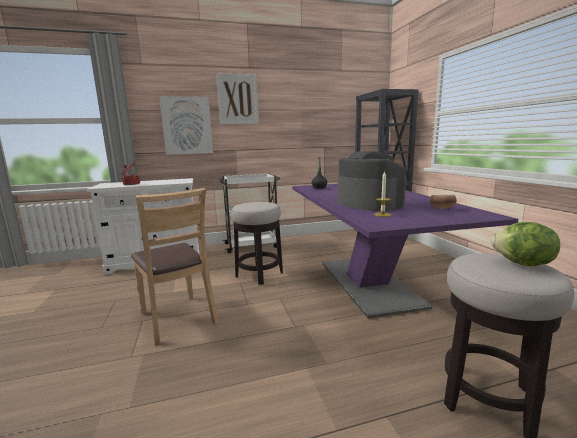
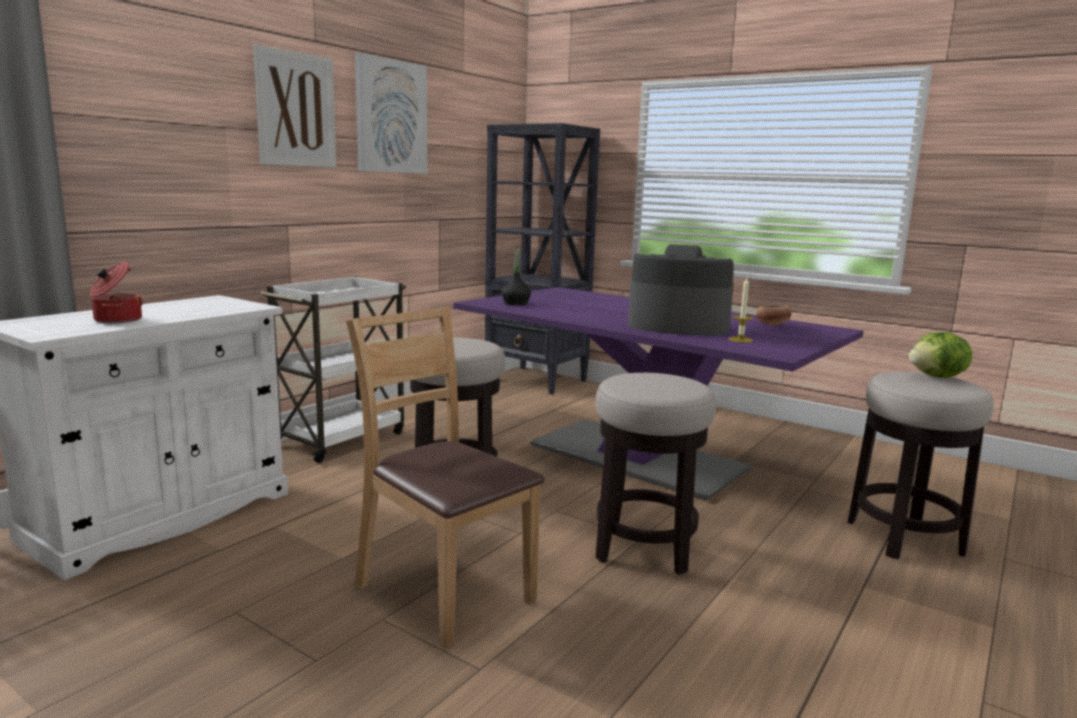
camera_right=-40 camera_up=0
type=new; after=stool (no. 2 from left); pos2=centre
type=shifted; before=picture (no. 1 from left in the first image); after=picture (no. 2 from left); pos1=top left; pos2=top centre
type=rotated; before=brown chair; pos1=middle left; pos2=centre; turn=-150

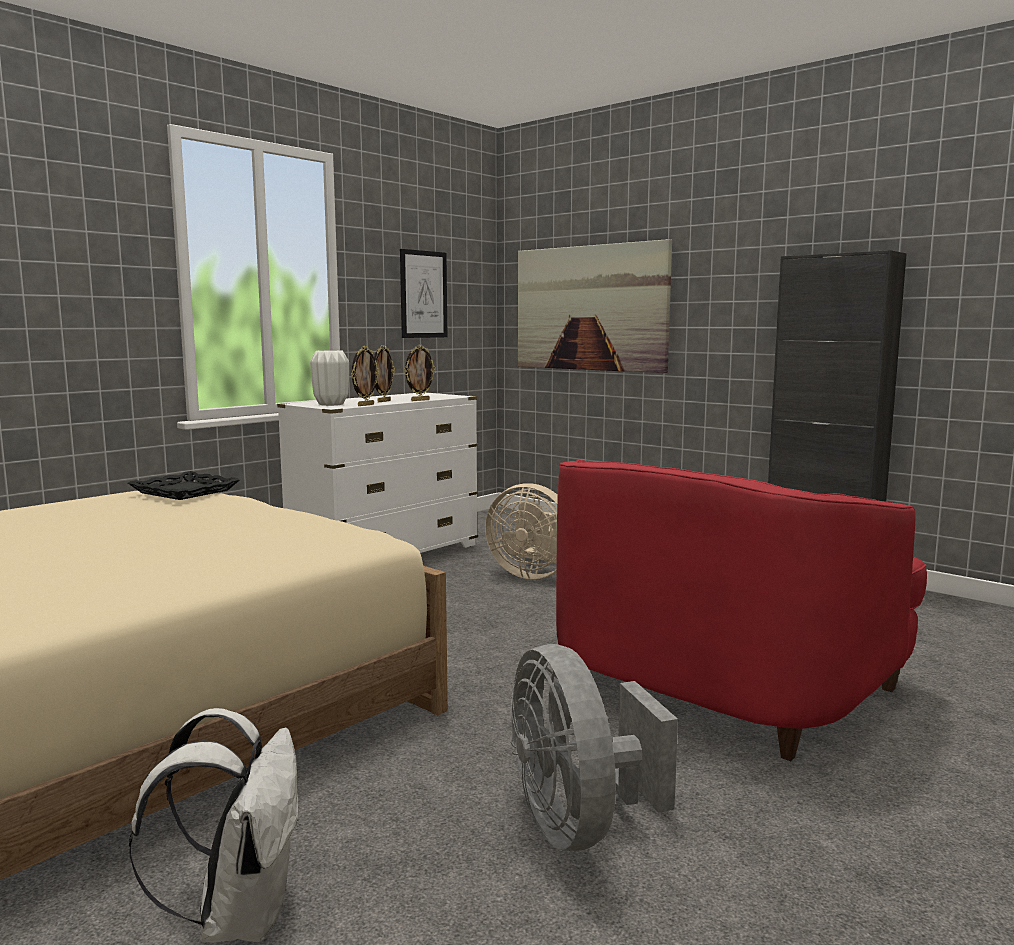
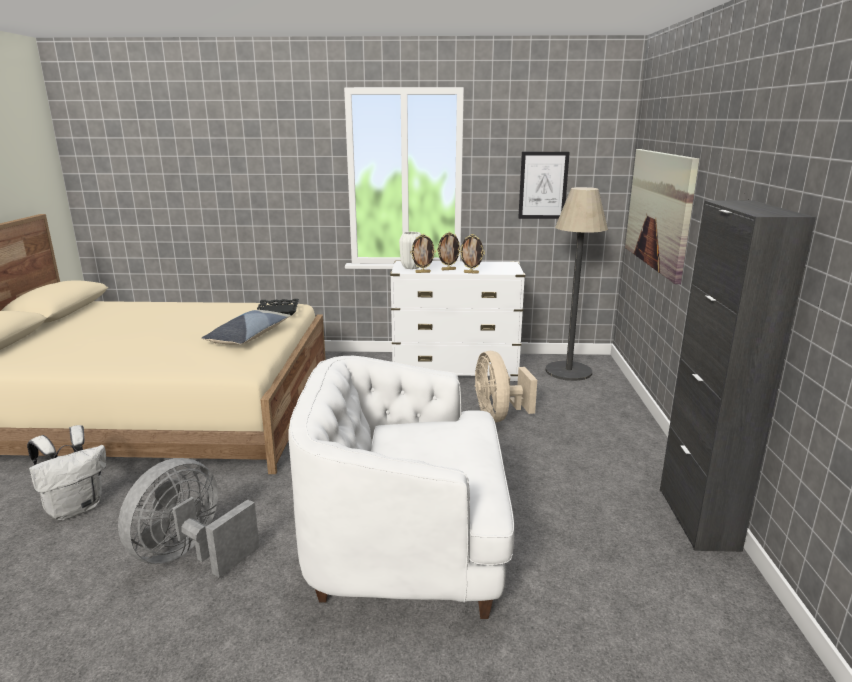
camera_right=50 camera_up=10
type=new; after=pillow; pos2=middle left
type=new; after=floor lamp; pos2=middle right
type=repainted; before=red armchair; after=white armchair; pos1=middle right; pos2=bottom centre

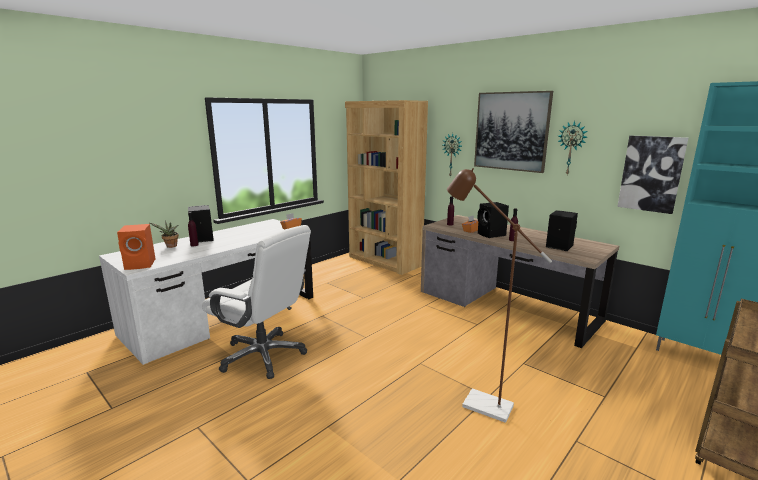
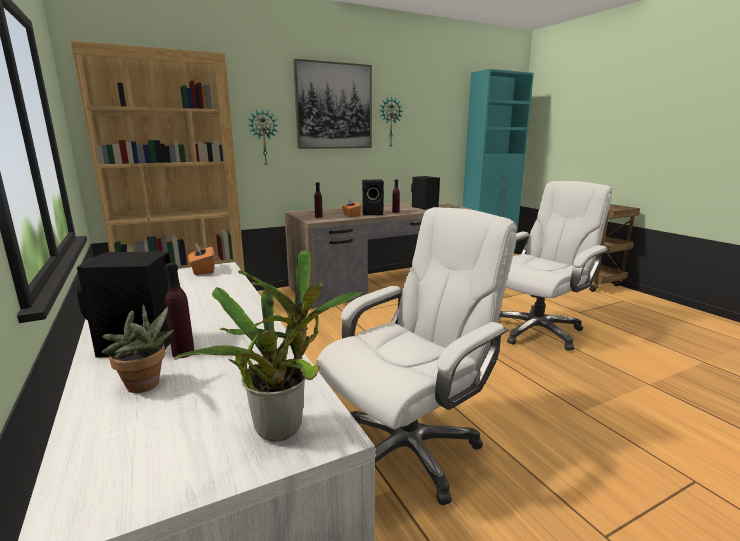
camera_right=-70 camera_up=0
type=gone; before=picture (no. 2 from left); pos1=middle right
type=swapped; before=orange speaker; after=potted plant (no. 2 from left); pos1=middle left; pos2=centre
type=swapped; before=brown floor lamp; after=white office chair (no. 2 from left); pos1=centre; pos2=middle right

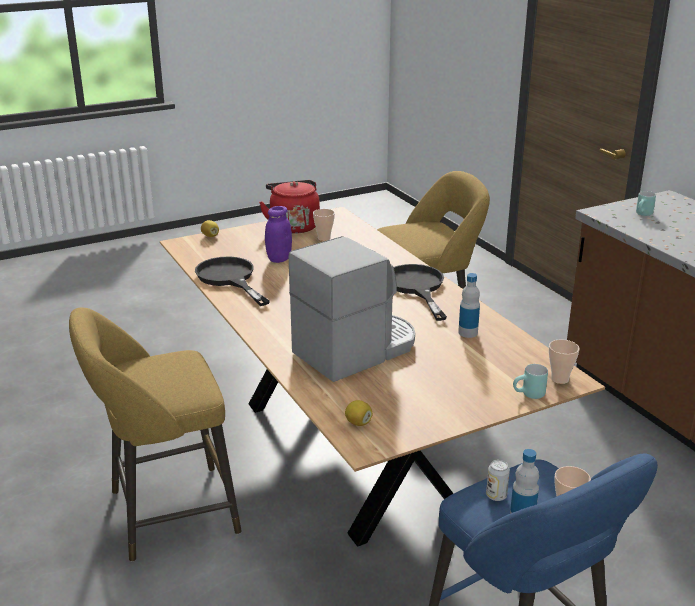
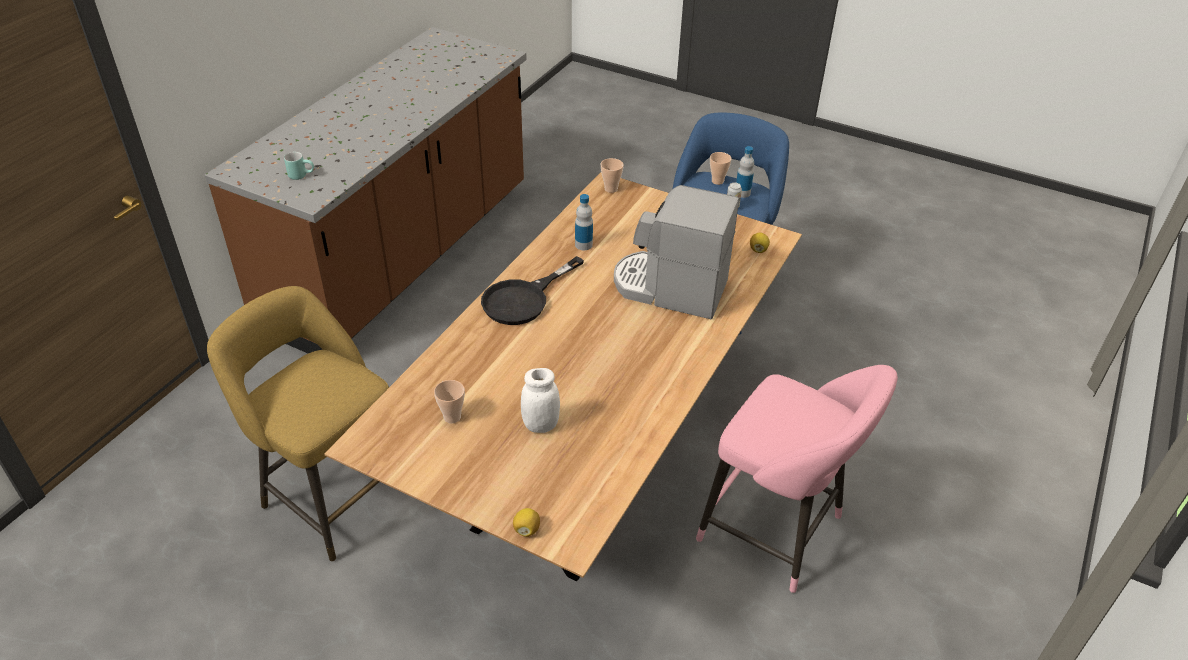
camera_right=-125 camera_up=15
type=gone; before=black frying pan (no. 1 from left); pos1=centre
type=gone; before=red kettle; pos1=centre
type=gone; before=turquoise mug (no. 1 from left); pos1=middle right
type=repainted; before=yellow stool (no. 1 from left); after=pink stool; pos1=bottom left; pos2=bottom right
type=repainted; before=purple jar; after=white jar; pos1=centre; pos2=centre

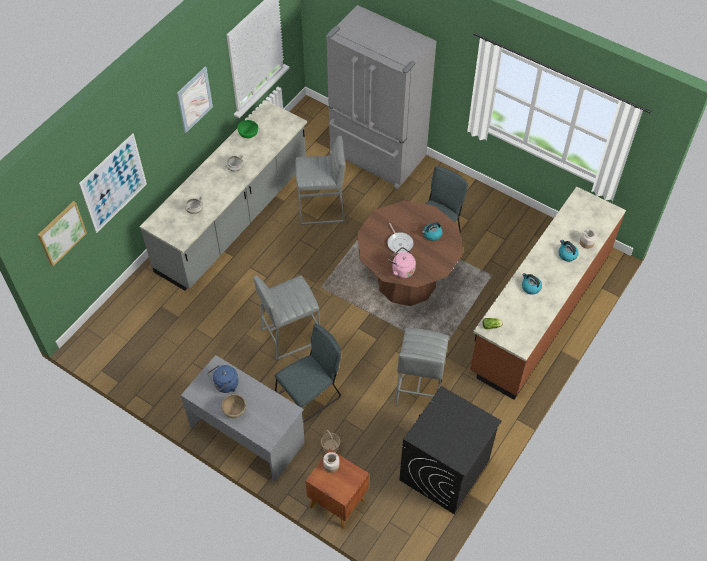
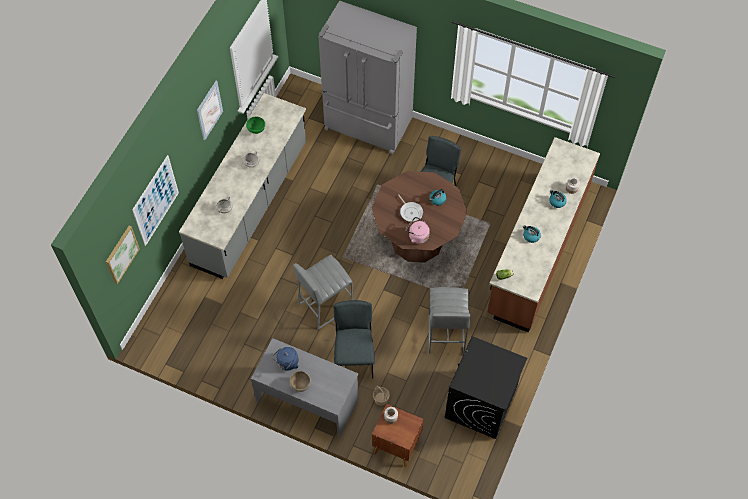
camera_right=-10 camera_up=5
type=gone; before=grey stool (no. 2 from left); pos1=top centre
type=rotated; before=grey chair (no. 1 from left); pos1=centre; pos2=bottom centre; turn=-45

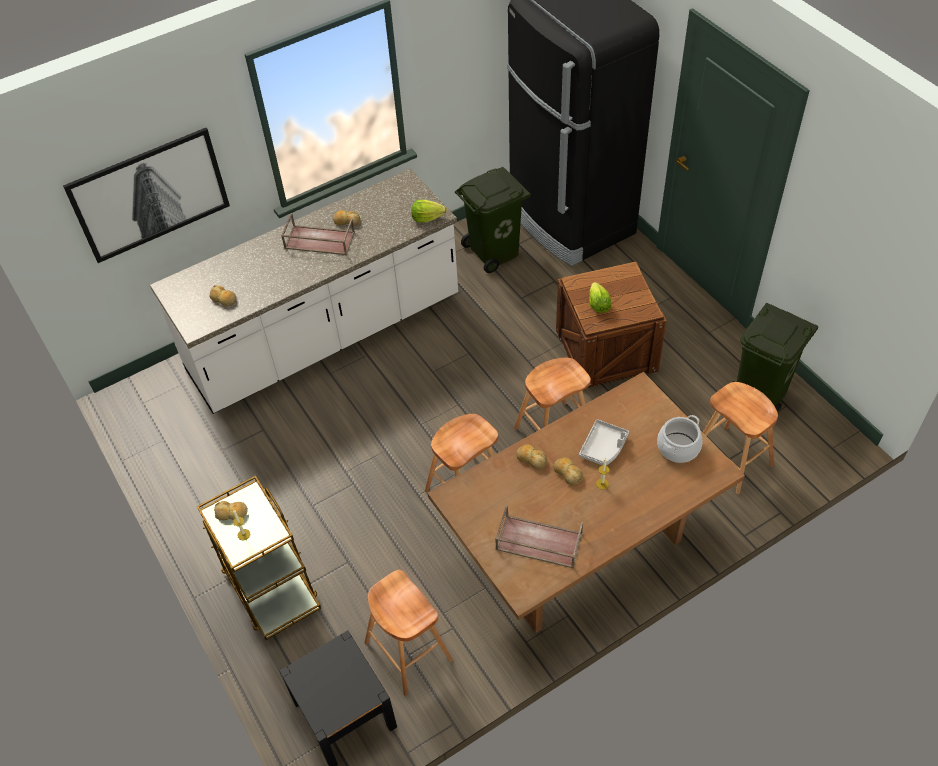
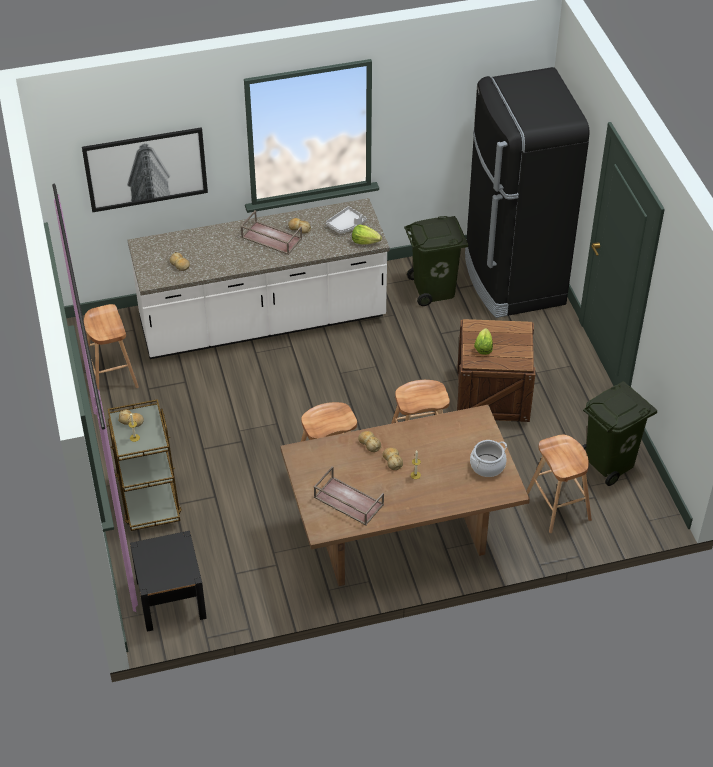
camera_right=15 camera_up=-5
type=shifted; before=brown stool (no. 1 from left); pos1=bottom centre; pos2=middle left
type=shifted; before=grey tray; pos1=centre; pos2=top centre

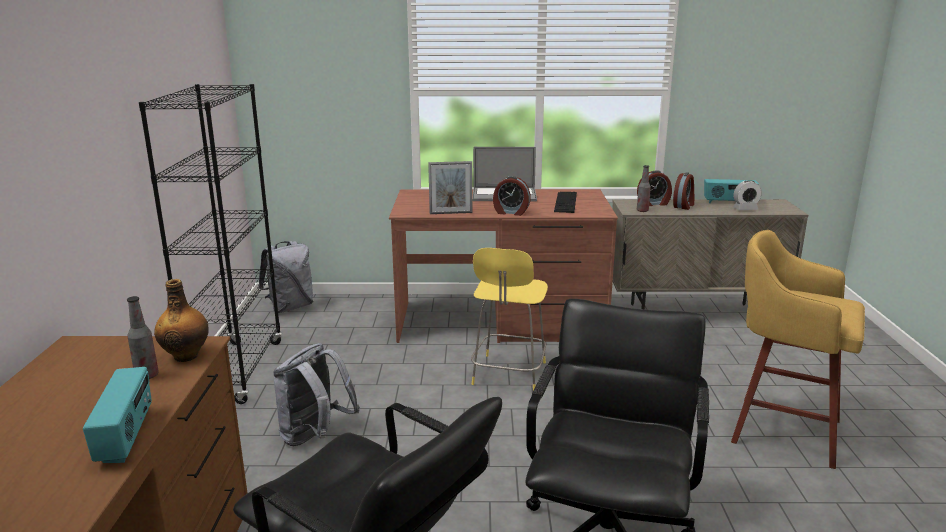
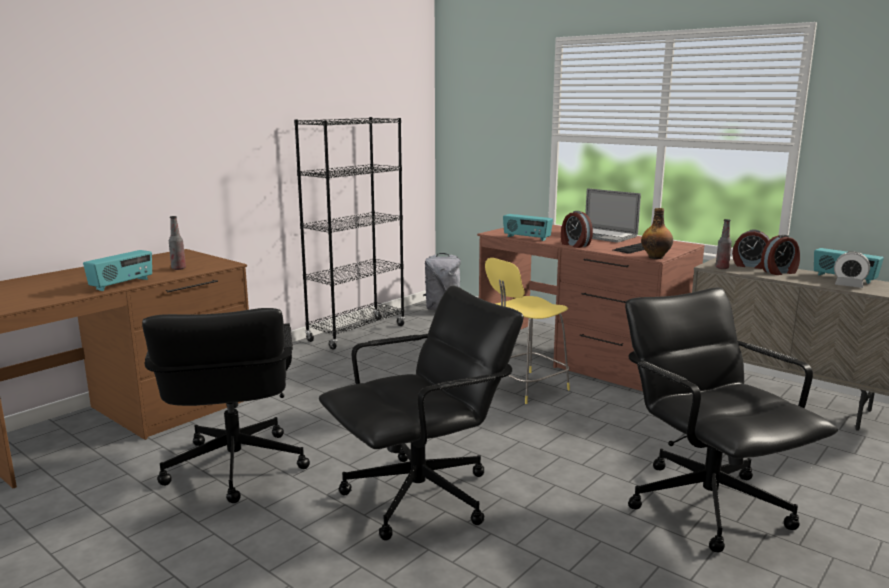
camera_right=40 camera_up=-5
type=gone; before=grey backpack (no. 2 from left); pos1=bottom centre
type=shifted; before=bottle (no. 2 from left); pos1=middle left; pos2=middle right
type=swapped; before=picture frame; after=radio (no. 2 from left); pos1=centre; pos2=centre
type=swapped; before=yellow stool (no. 2 from left); after=black office chair (no. 3 from left); pos1=middle right; pos2=bottom right

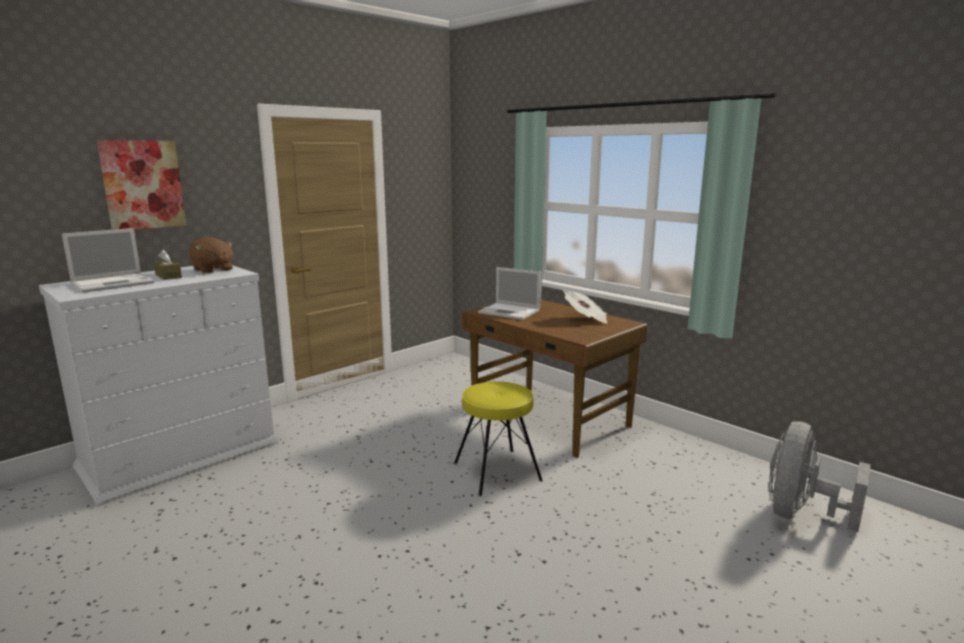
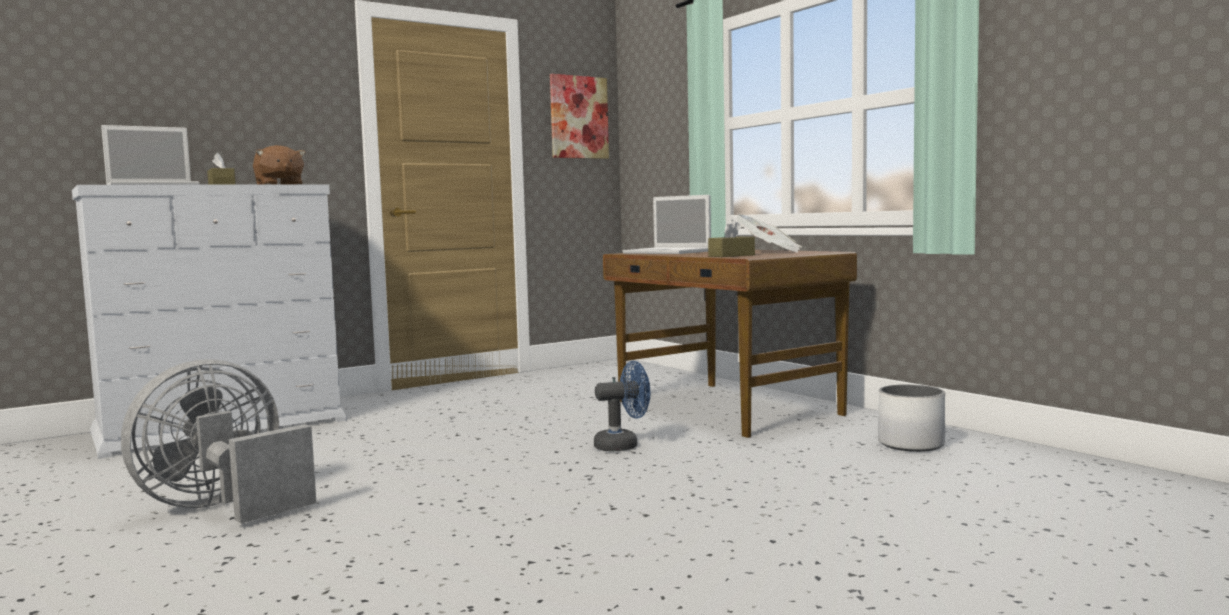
camera_right=10 camera_up=-10
type=new; after=brown tissue box (no. 2 from left); pos2=centre
type=new; after=white planter; pos2=bottom right
type=shifted; before=picture; pos1=top left; pos2=top centre
type=shifted; before=grey fan; pos1=bottom right; pos2=bottom left
type=swapped; before=yellow stool; after=blue fan; pos1=bottom centre; pos2=centre

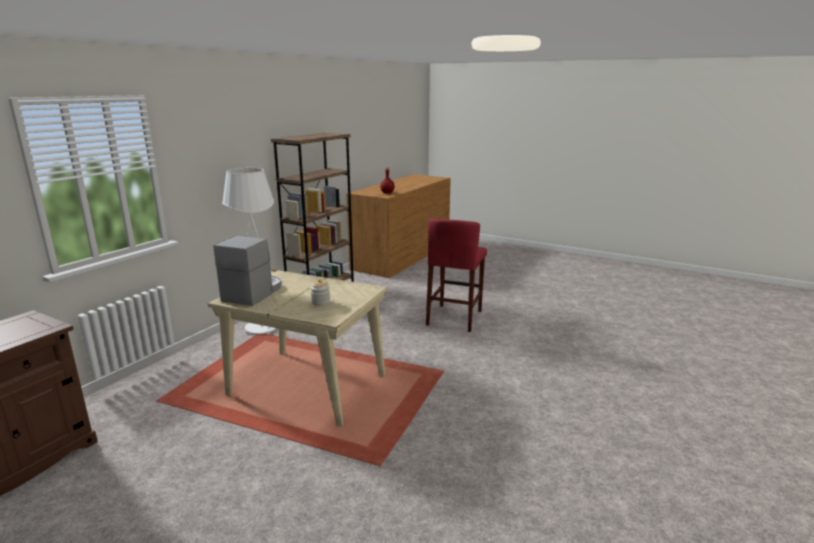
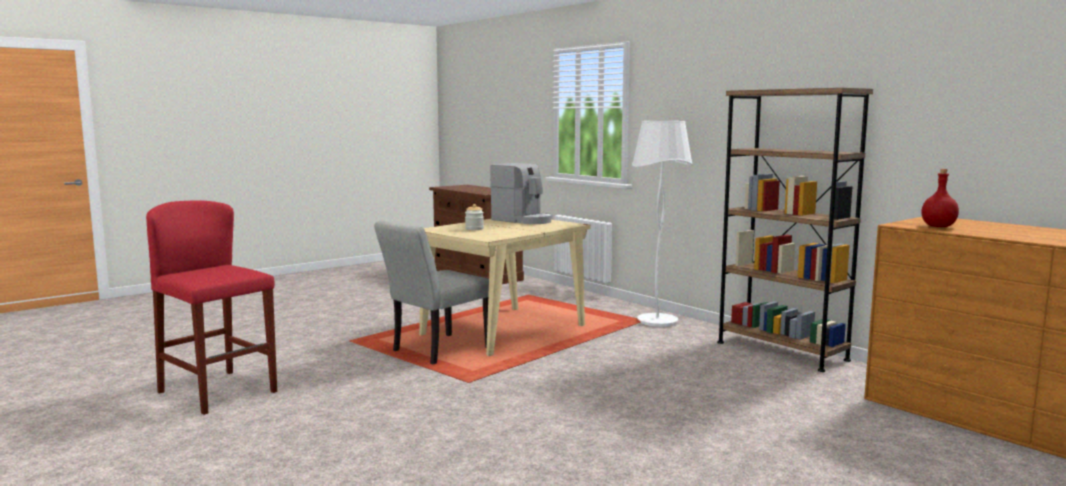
camera_right=110 camera_up=-10
type=new; after=grey chair; pos2=centre
type=shifted; before=red stool; pos1=centre; pos2=middle left

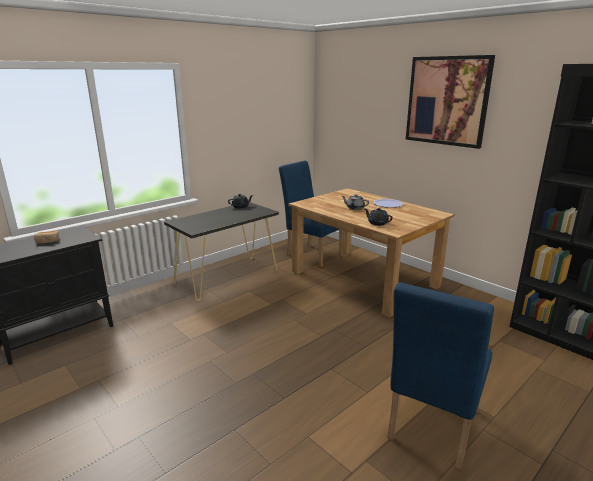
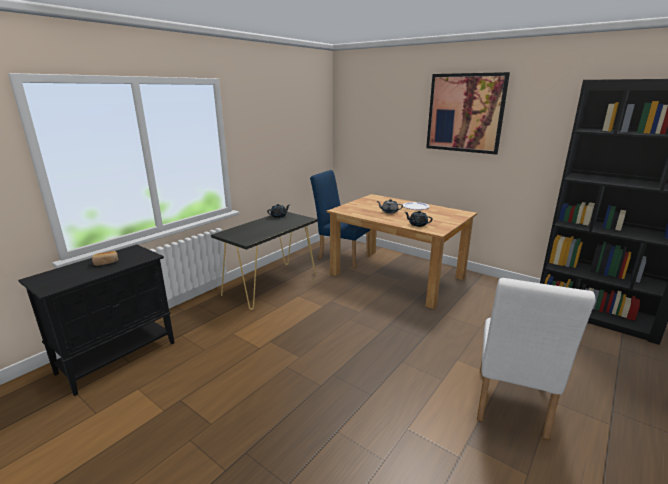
camera_right=-10 camera_up=0
type=repainted; before=blue chair (no. 2 from left); after=white chair; pos1=bottom right; pos2=bottom right

